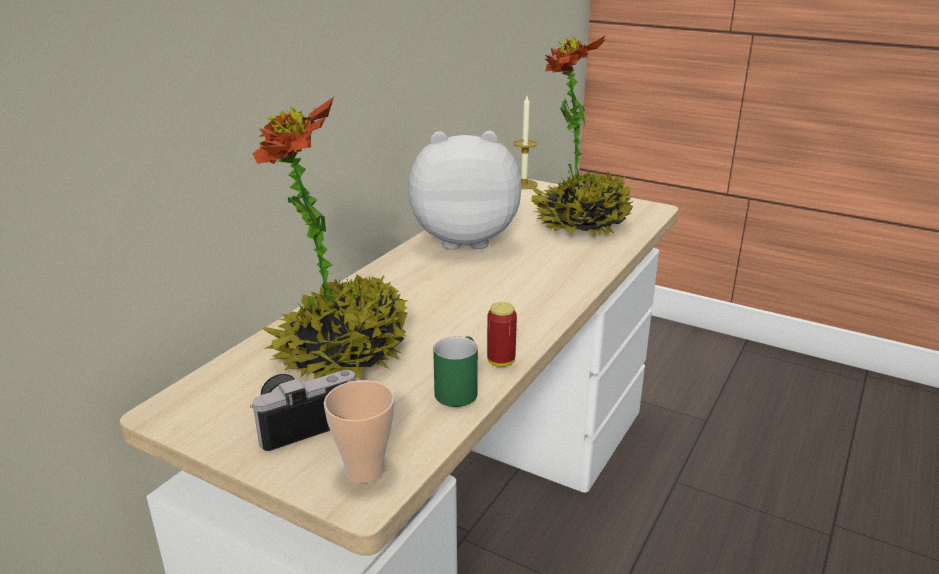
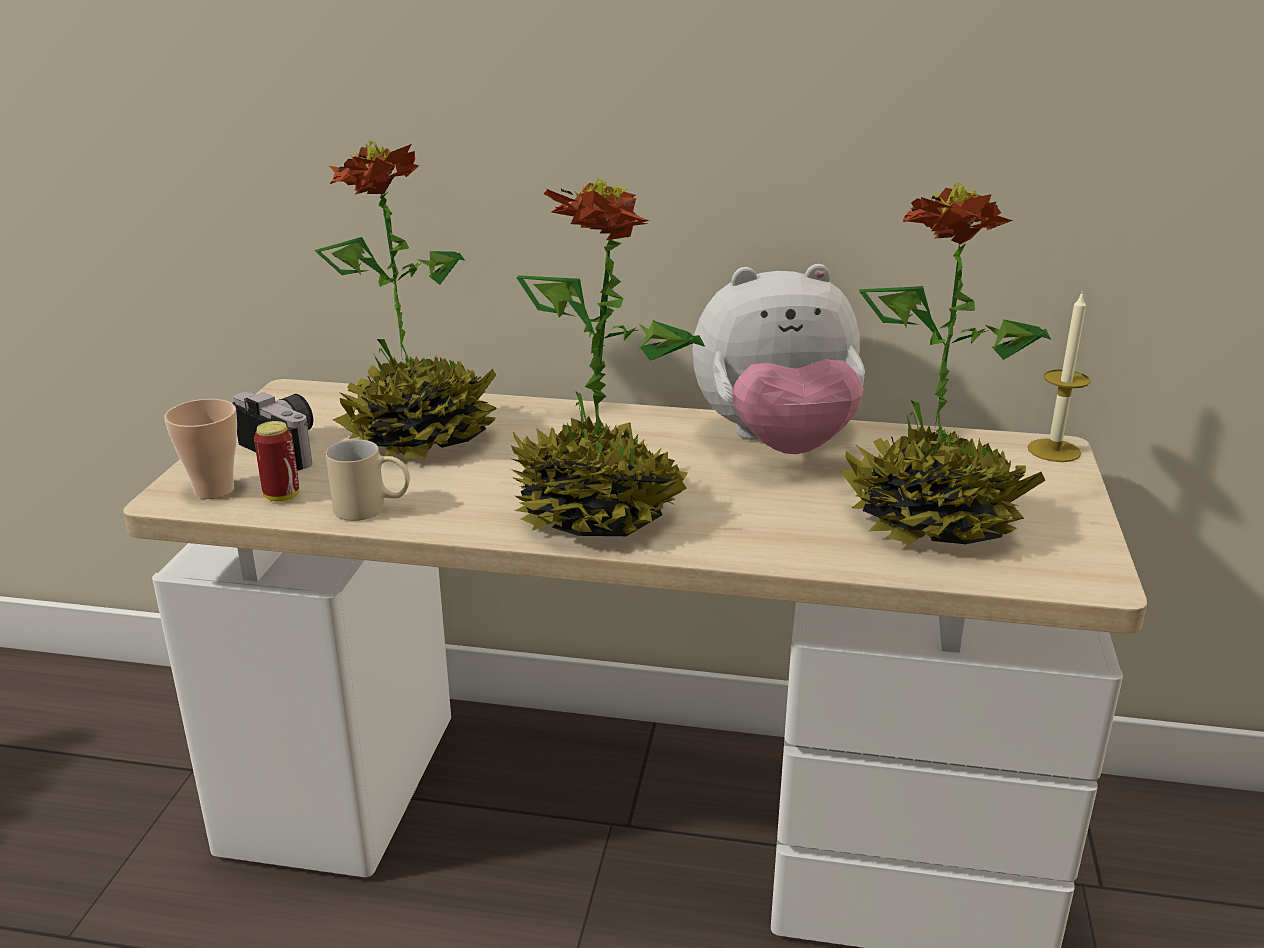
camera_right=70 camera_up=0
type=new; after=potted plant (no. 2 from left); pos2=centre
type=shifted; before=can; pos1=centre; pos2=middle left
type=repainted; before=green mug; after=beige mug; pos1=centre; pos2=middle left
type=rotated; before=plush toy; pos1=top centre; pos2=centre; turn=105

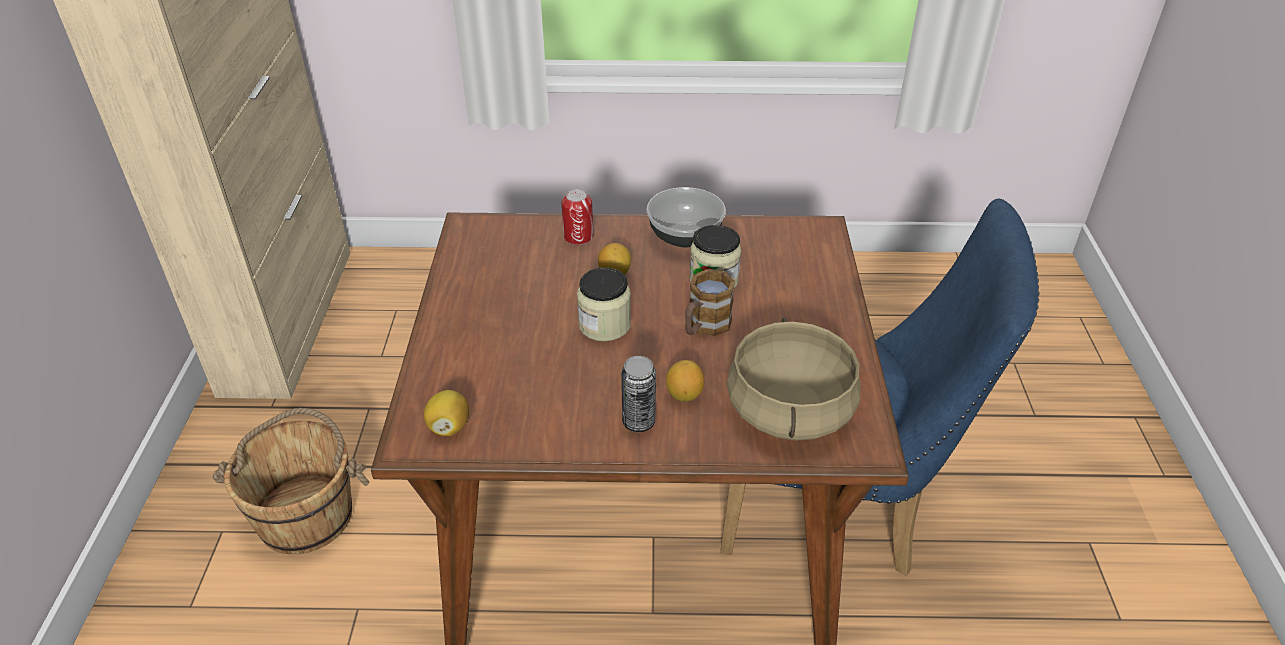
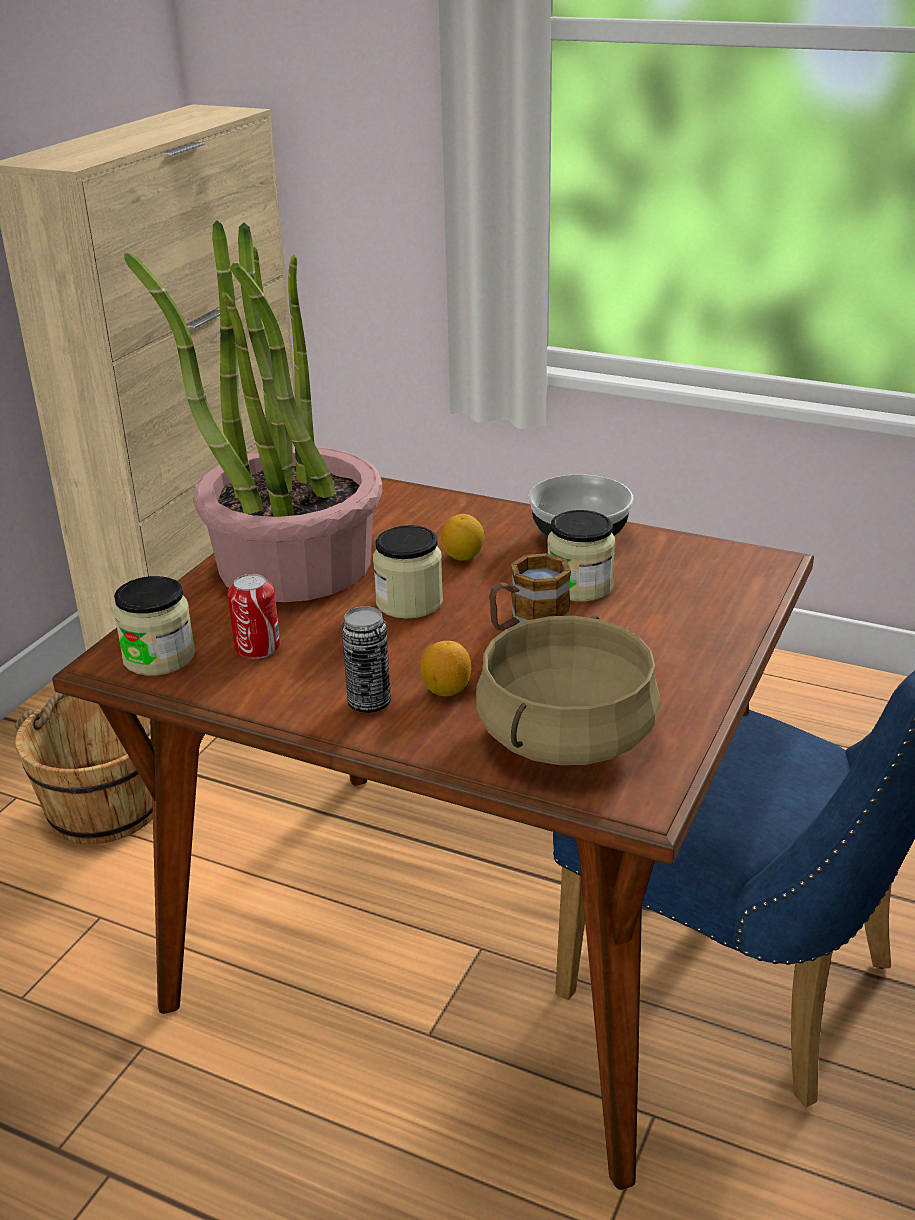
camera_right=25 camera_up=-10
type=new; after=potted plant; pos2=middle left
type=shifted; before=can (no. 1 from left); pos1=centre; pos2=middle left
type=swapped; before=lemon (no. 1 from left); after=jar (no. 1 from left); pos1=centre; pos2=middle left

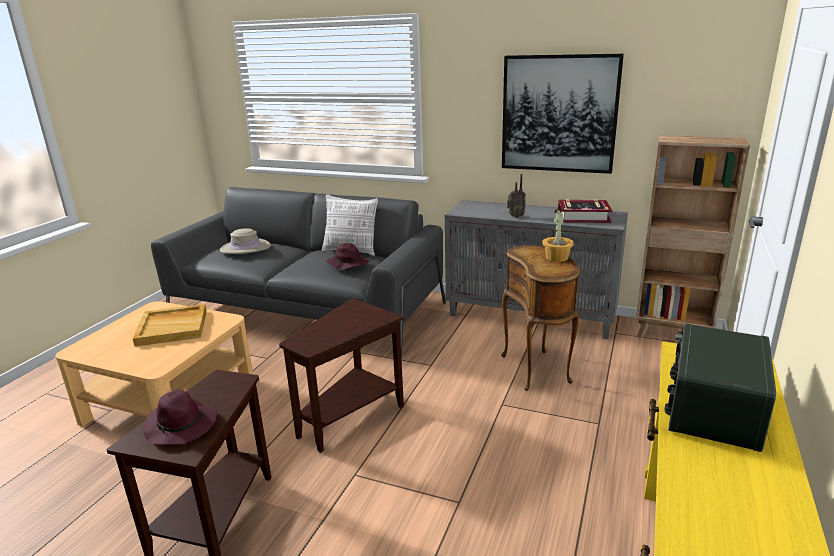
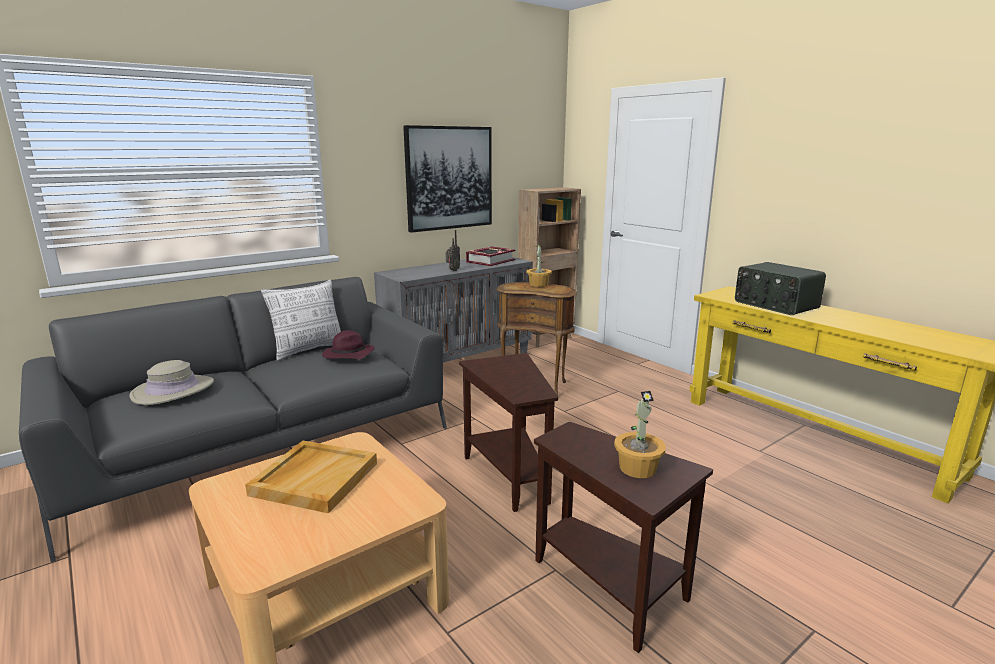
camera_right=-60 camera_up=-5
type=swapped; before=purple hat (no. 1 from left); after=potted plant (no. 2 from left); pos1=bottom left; pos2=centre

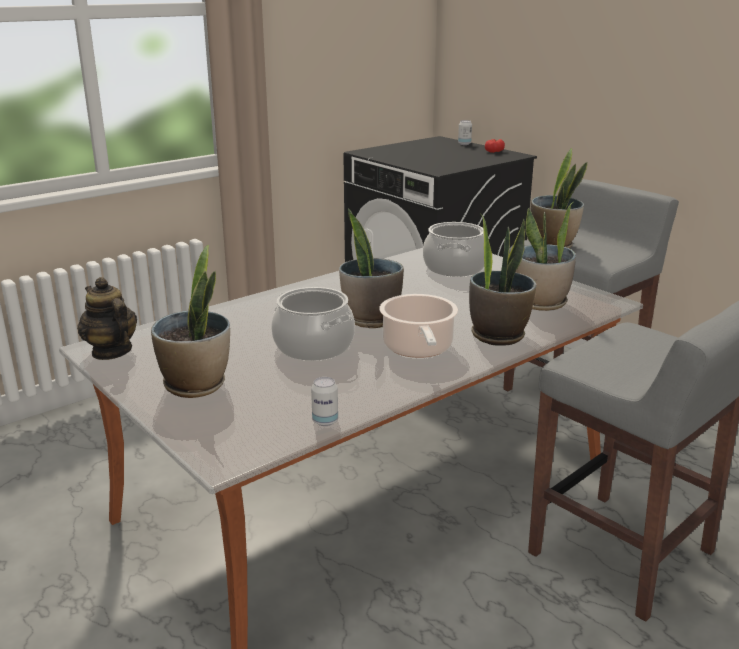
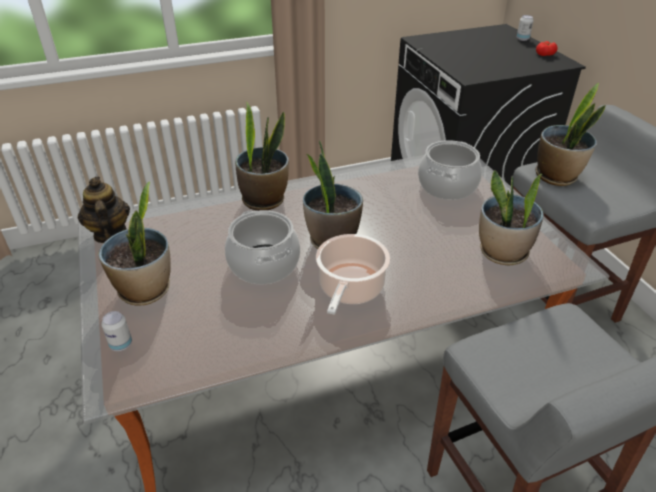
camera_right=20 camera_up=15
type=shifted; before=can (no. 1 from left); pos1=centre; pos2=bottom left
type=shifted; before=potted plant (no. 3 from left in the first image); after=potted plant (no. 2 from left); pos1=middle right; pos2=top centre

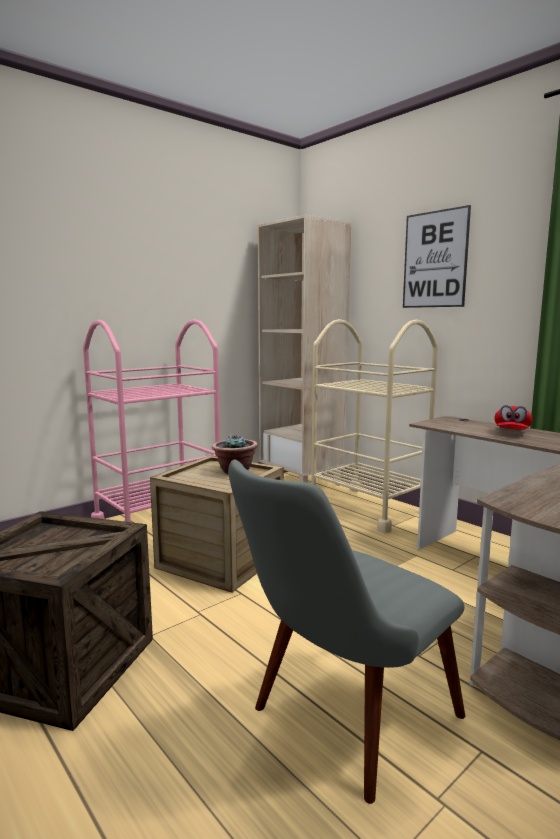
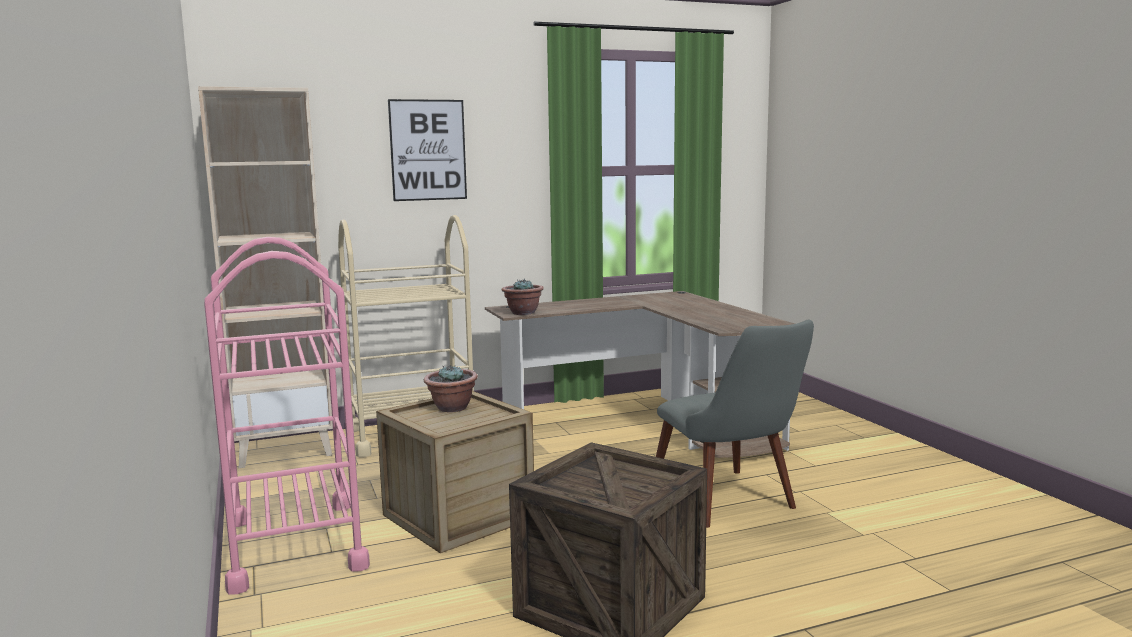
camera_right=-70 camera_up=0
type=gone; before=red cap; pos1=middle right
type=new; after=potted plant (no. 2 from left); pos2=centre

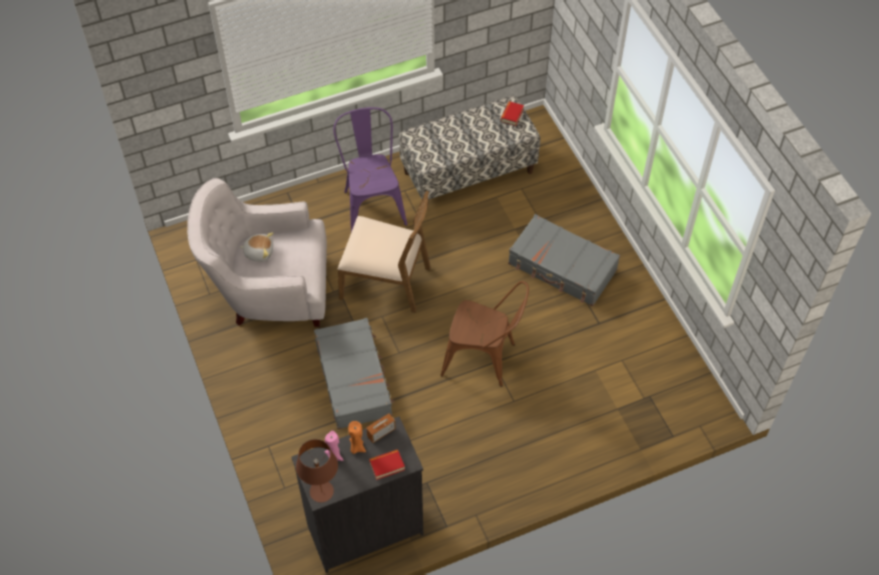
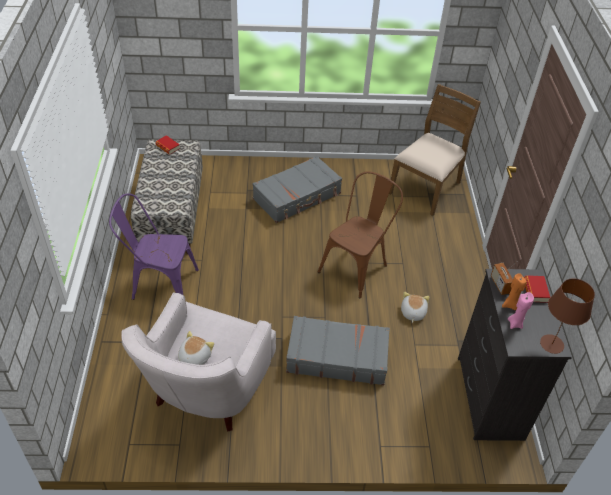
camera_right=-70 camera_up=-10
type=new; after=plush toy (no. 2 from left); pos2=middle right
type=shifted; before=brown chair (no. 1 from left in the first image); after=brown chair (no. 2 from left); pos1=centre; pos2=top right

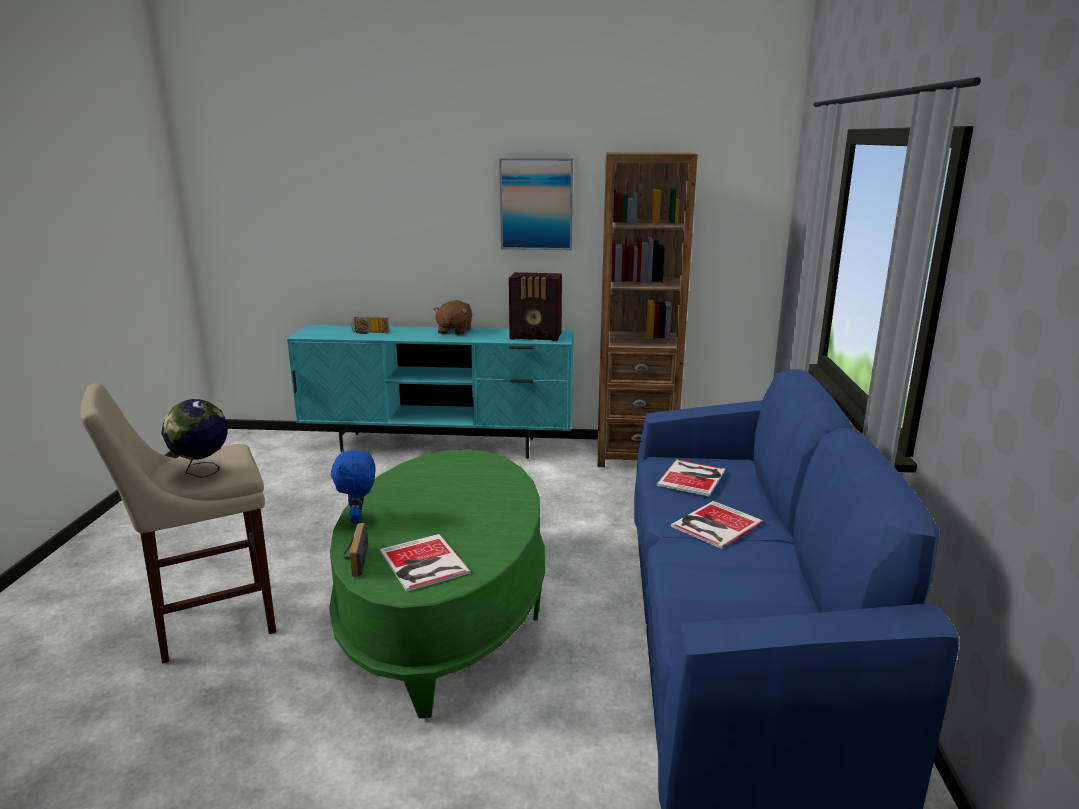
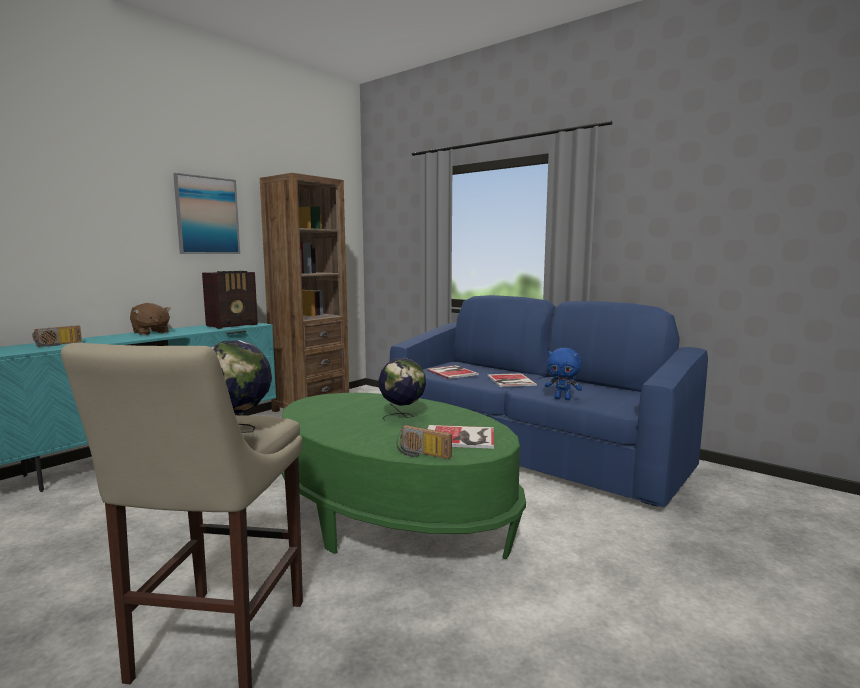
camera_right=-55 camera_up=-10
type=new; after=globe (no. 2 from left); pos2=centre
type=shifted; before=blue plush toy; pos1=middle left; pos2=centre

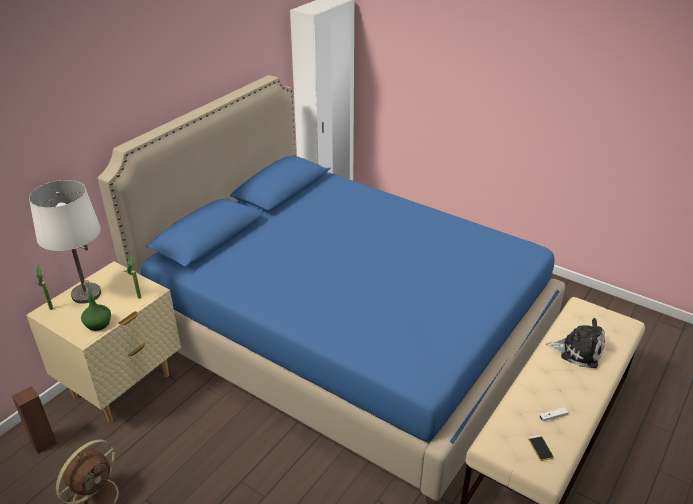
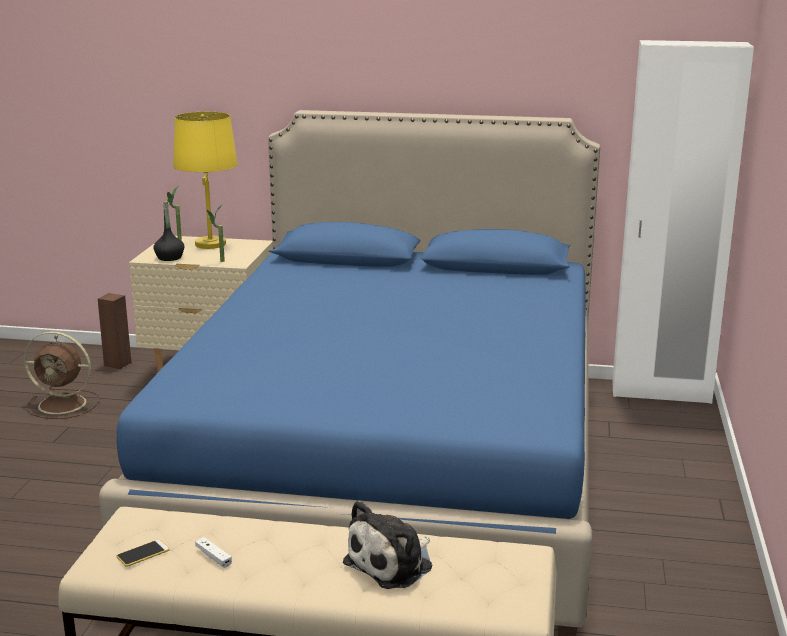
camera_right=65 camera_up=-15
type=repainted; before=white table lamp; after=yellow table lamp; pos1=middle left; pos2=top left
type=repainted; before=green bottle; after=black bottle; pos1=middle left; pos2=middle left
type=rotated; before=plush toy; pos1=bottom right; pos2=bottom centre; turn=45

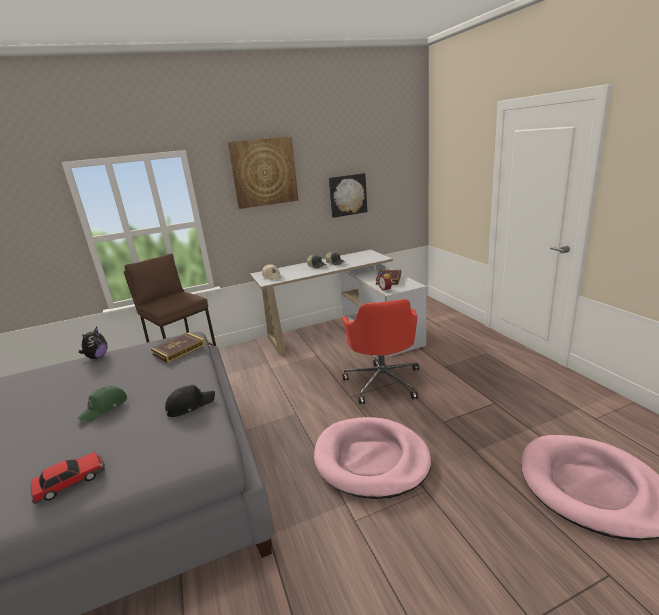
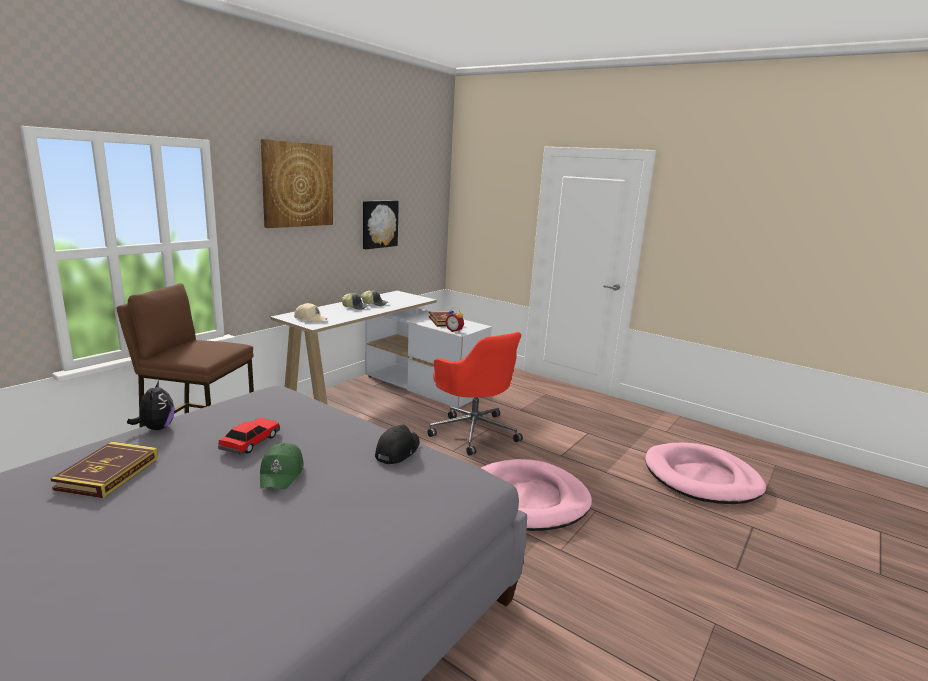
camera_right=-35 camera_up=-5
type=shifted; before=toy car; pos1=bottom left; pos2=middle left
type=shifted; before=book (no. 1 from left); pos1=middle left; pos2=bottom left

